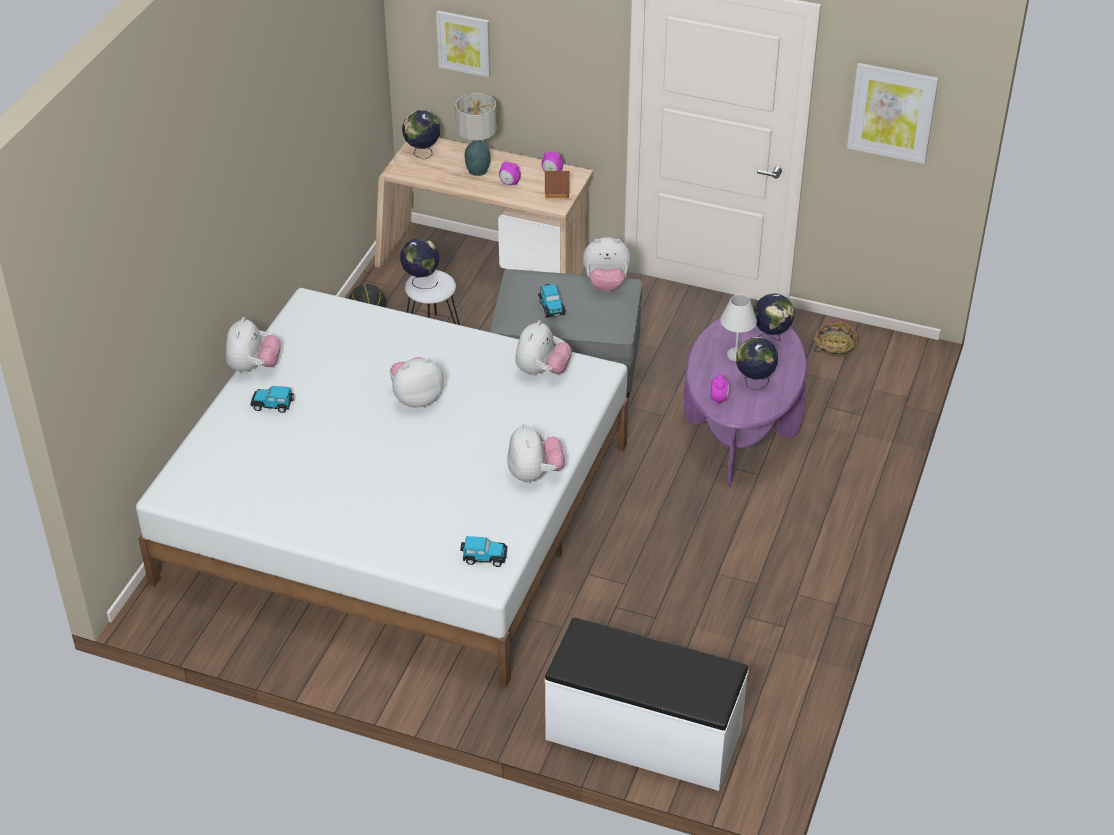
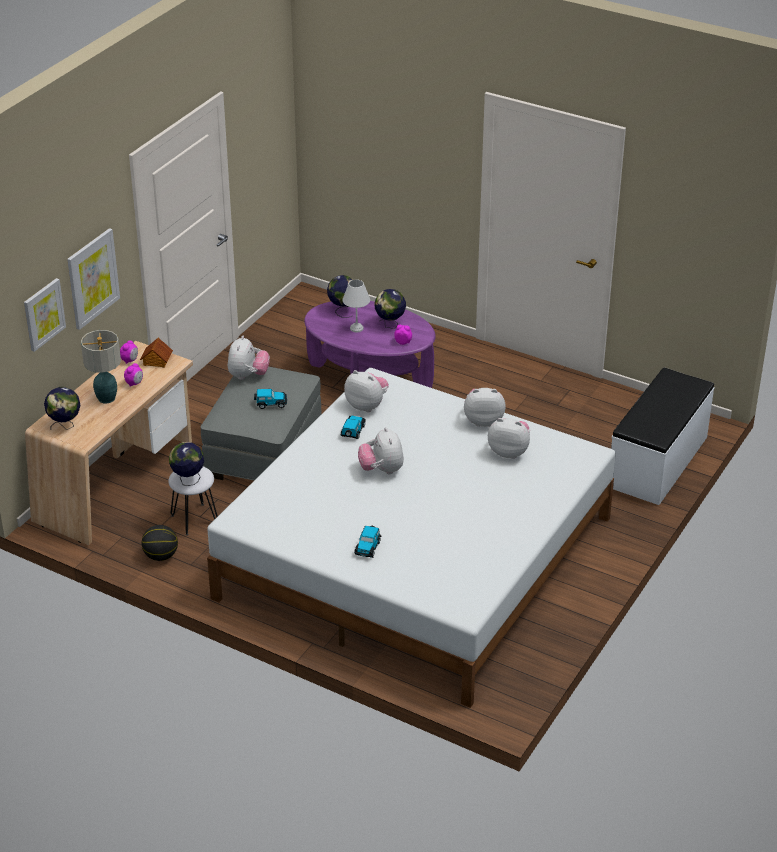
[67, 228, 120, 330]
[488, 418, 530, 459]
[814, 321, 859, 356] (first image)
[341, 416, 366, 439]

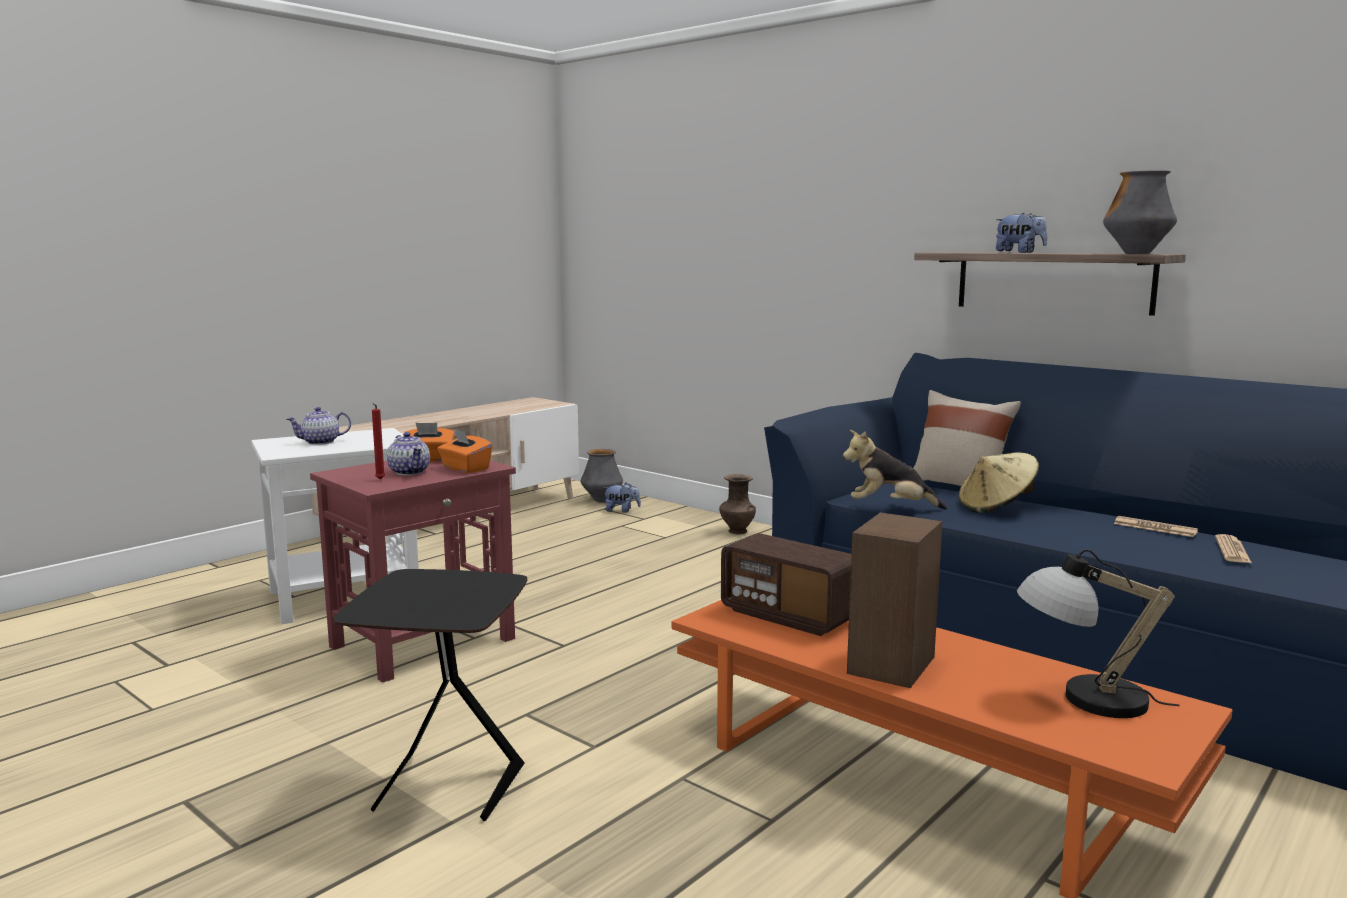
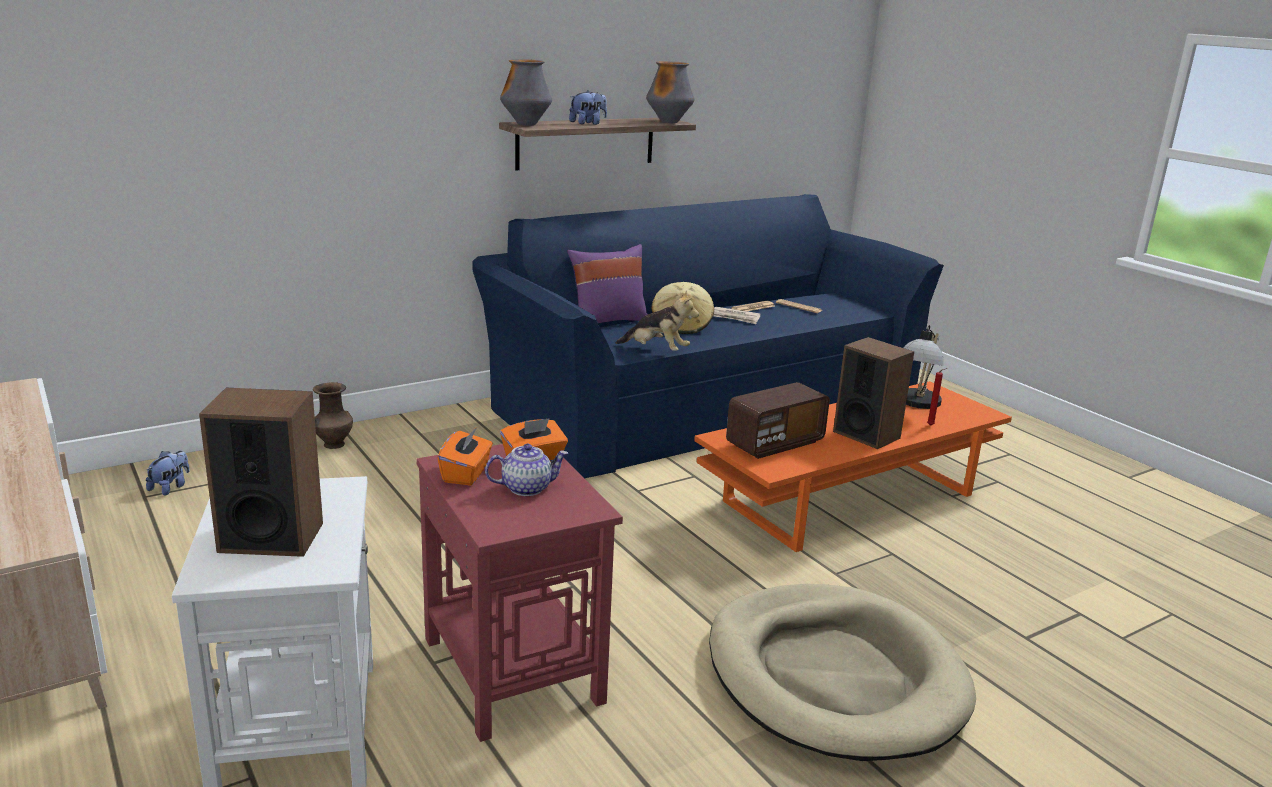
[567, 244, 648, 323]
[927, 368, 948, 426]
[199, 388, 323, 557]
[616, 291, 699, 351]
[500, 59, 552, 126]
[709, 584, 976, 761]
[713, 307, 761, 324]

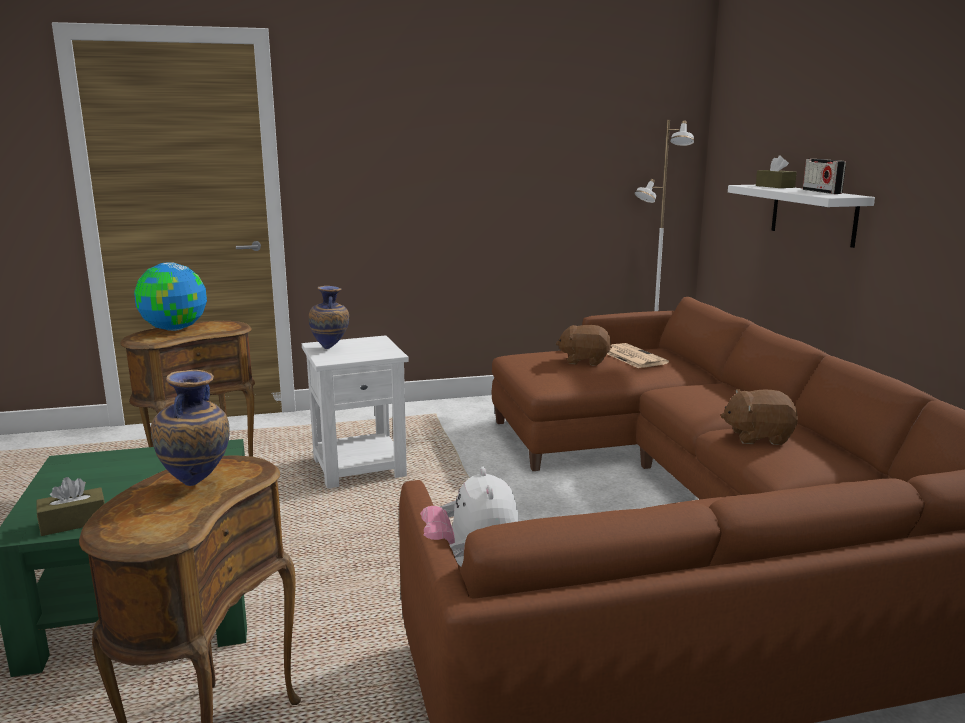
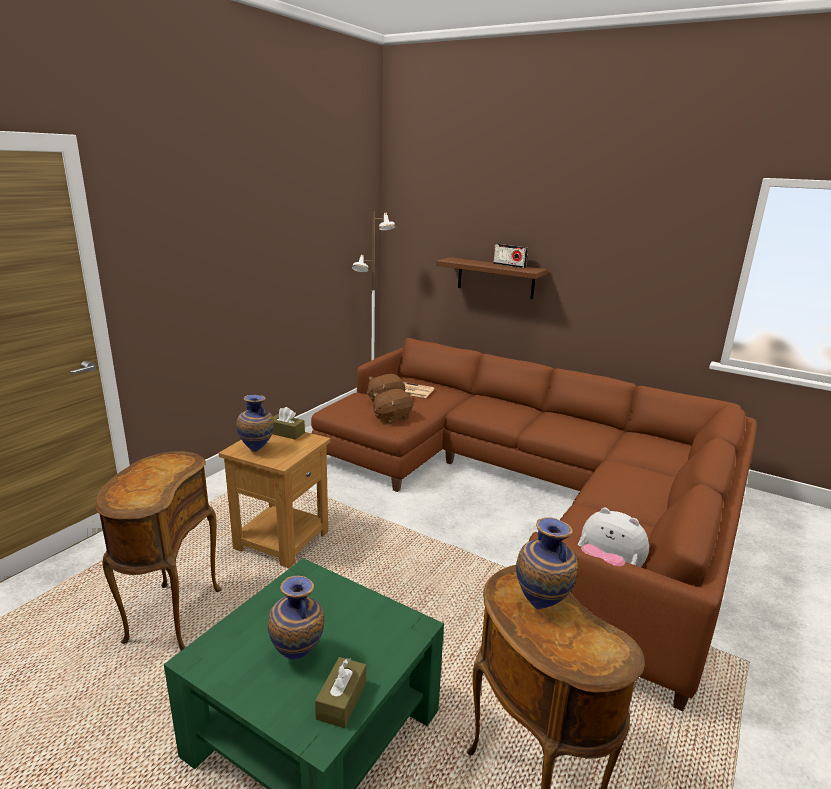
[272, 407, 305, 440]
[436, 257, 548, 299]
[134, 262, 207, 331] (first image)
[219, 432, 331, 568]
[373, 389, 413, 424]
[268, 576, 324, 660]

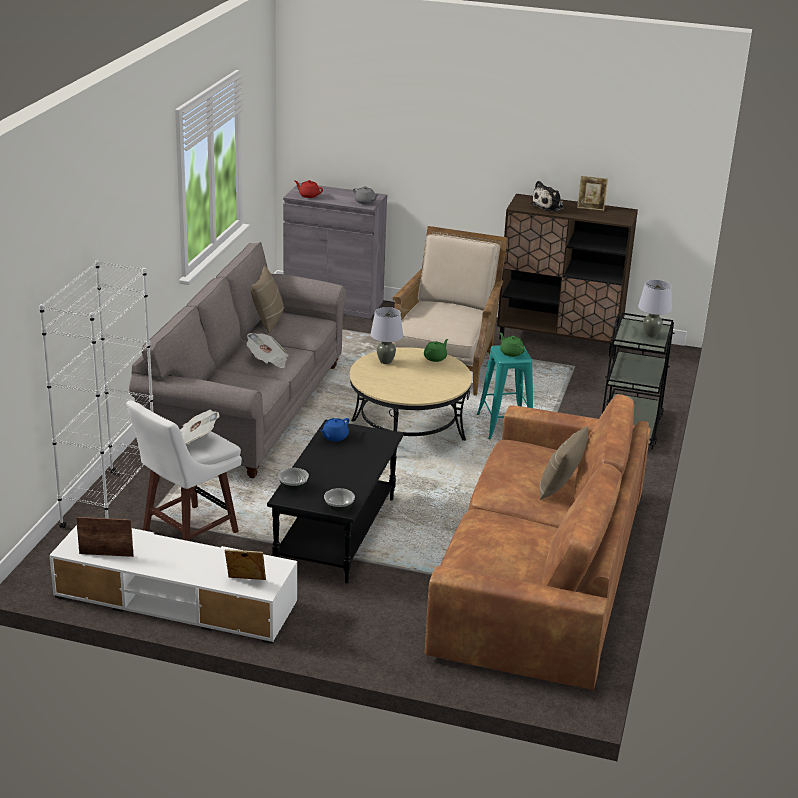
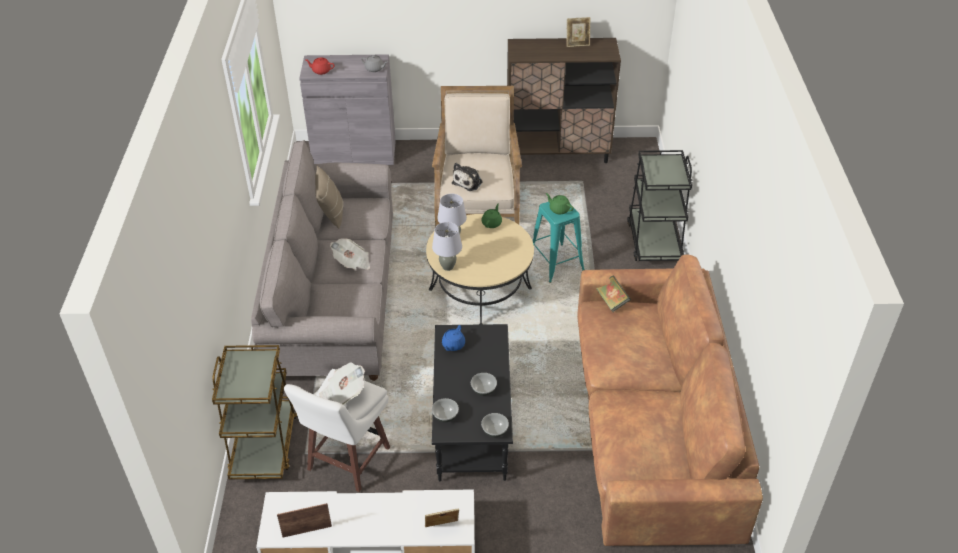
[452, 163, 483, 191]
[212, 345, 297, 479]
[432, 222, 462, 271]
[539, 427, 588, 500] (first image)
[596, 275, 631, 312]
[471, 373, 497, 396]

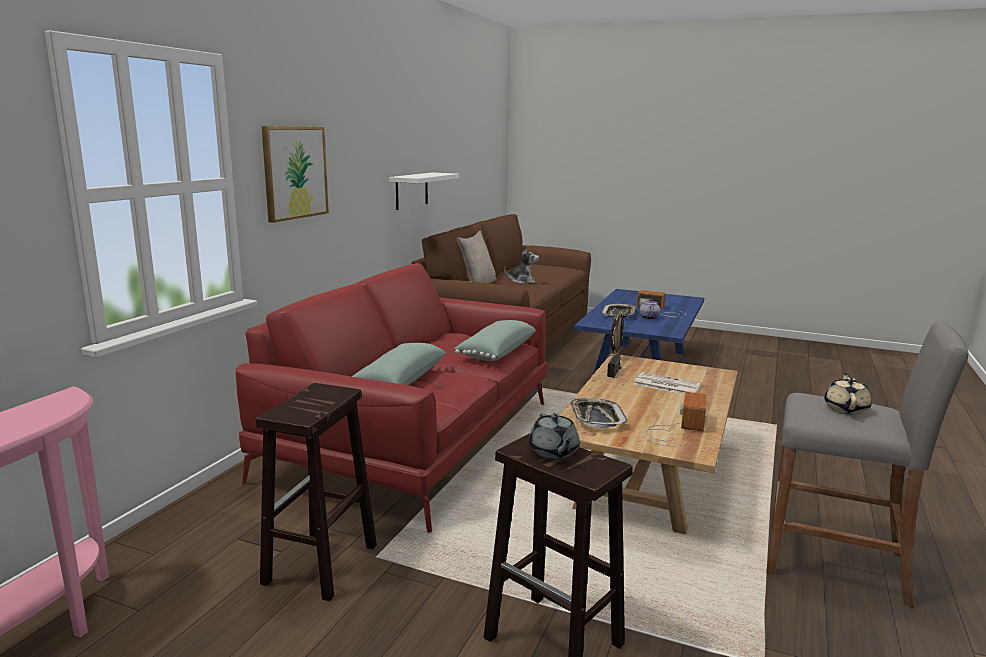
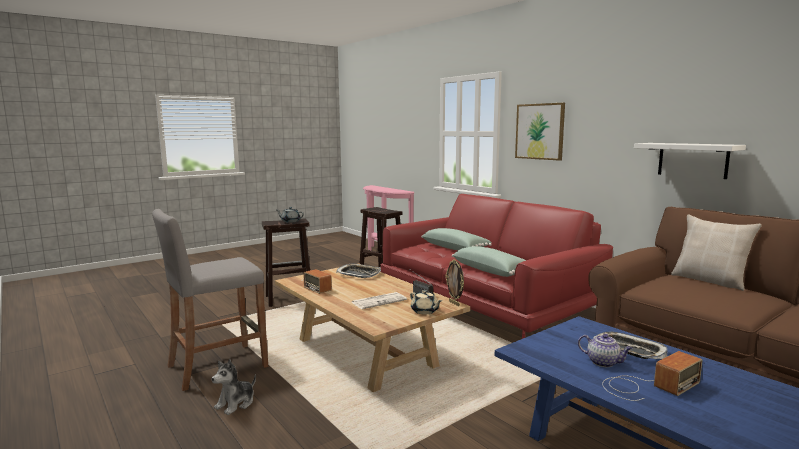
[212, 359, 256, 415]
[410, 290, 442, 315]

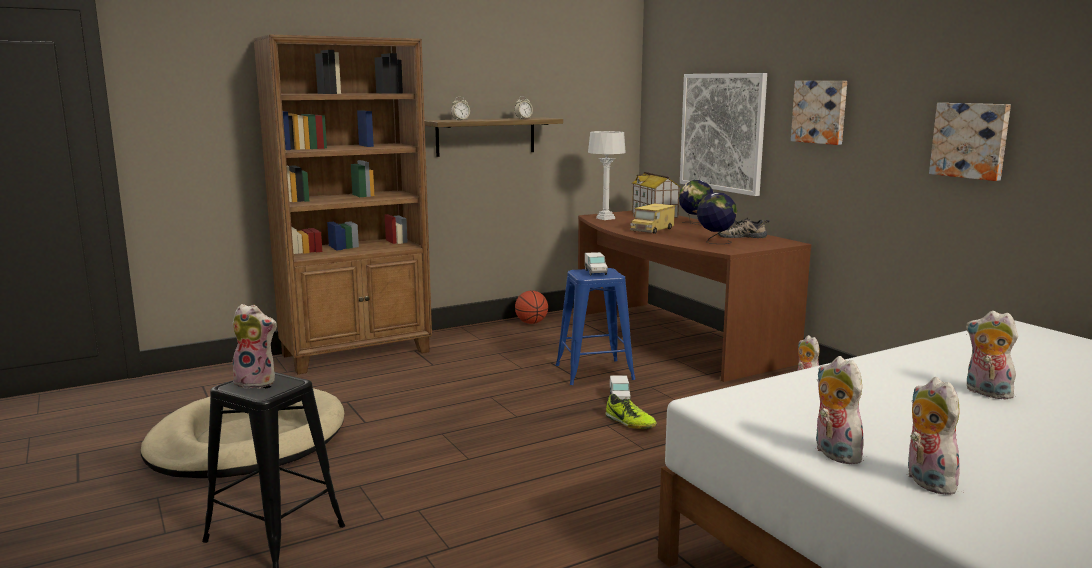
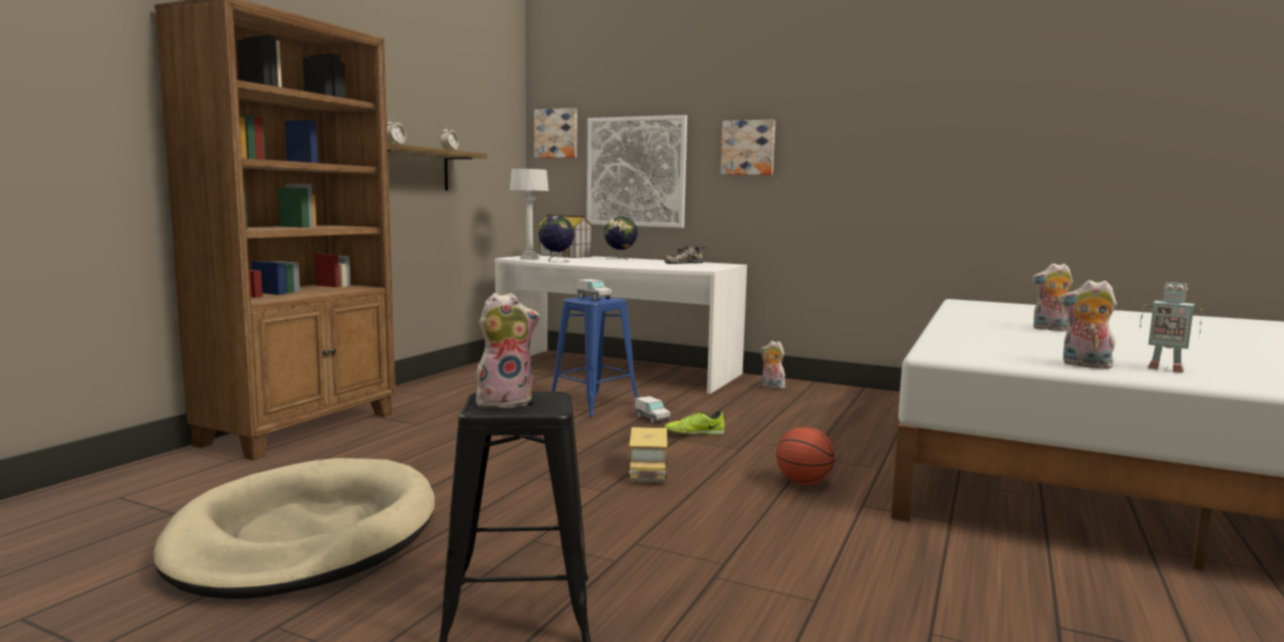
[534, 108, 577, 158]
[538, 216, 575, 262]
[627, 427, 669, 483]
[495, 254, 747, 394]
[776, 427, 835, 485]
[1140, 282, 1202, 373]
[664, 410, 725, 435]

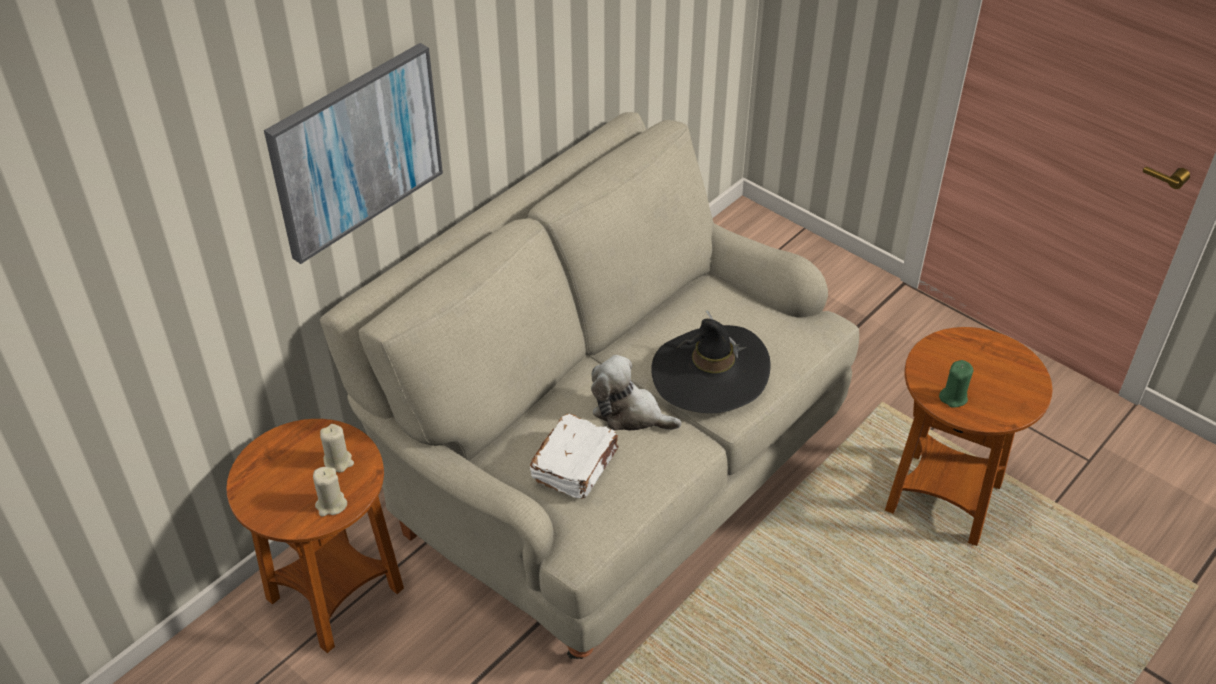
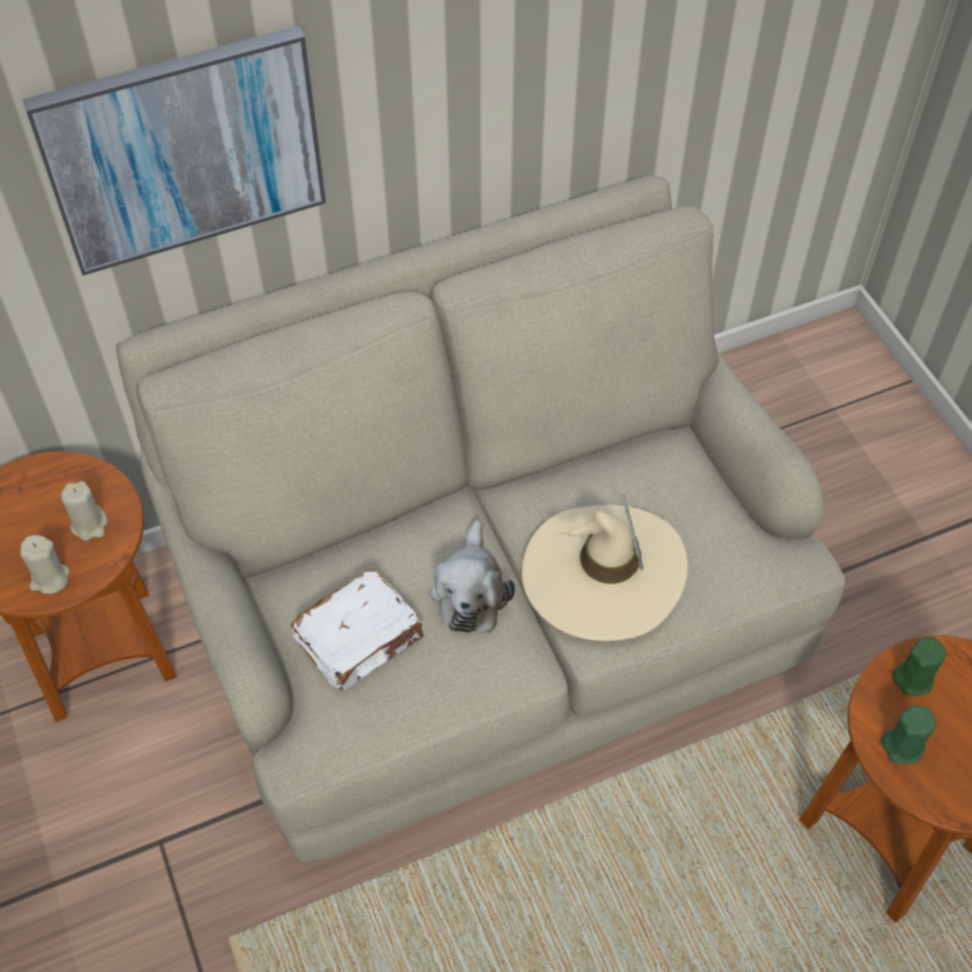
[522, 493, 688, 641]
[429, 520, 515, 633]
[892, 637, 946, 696]

